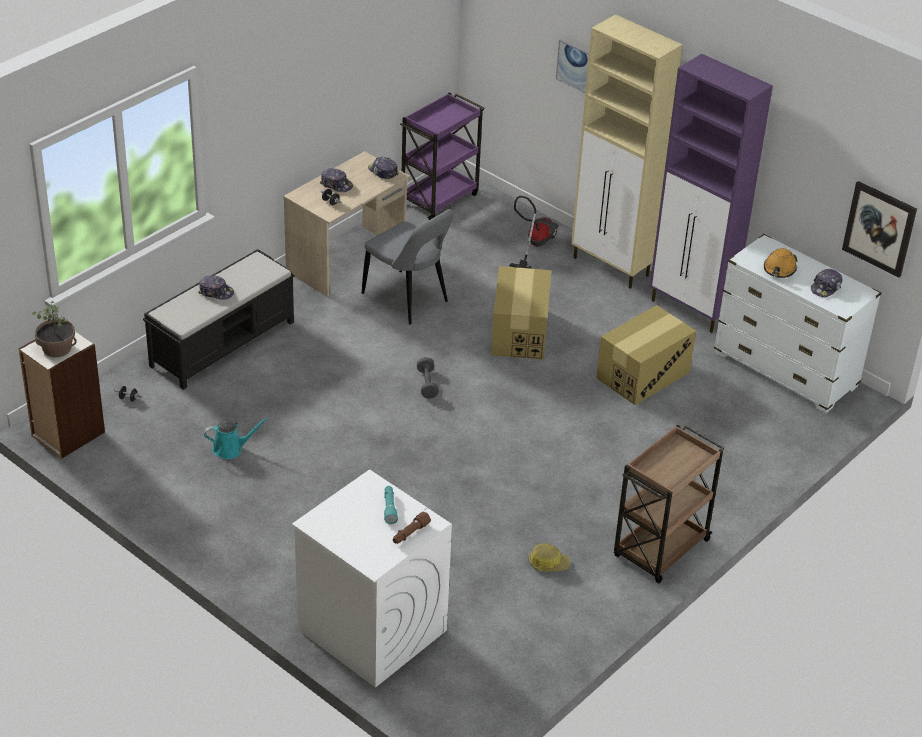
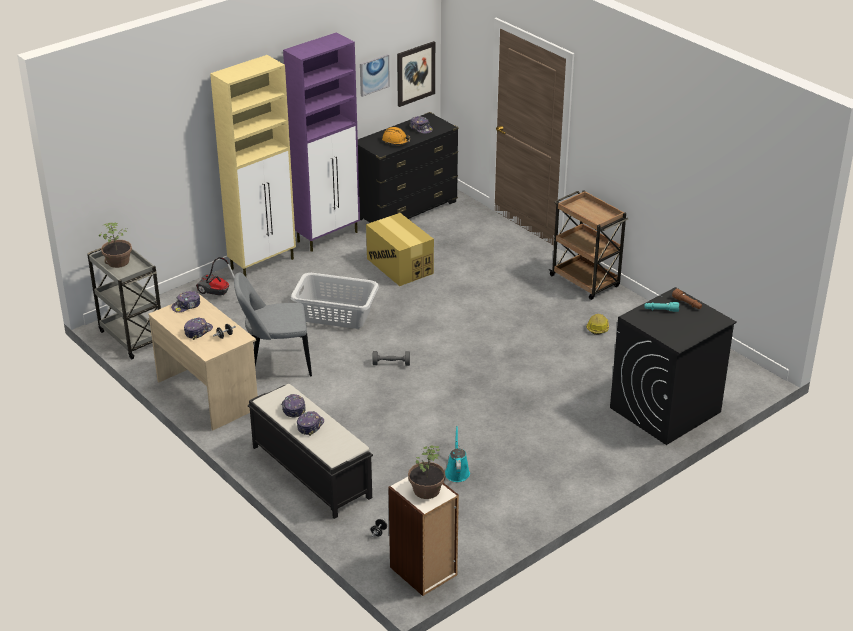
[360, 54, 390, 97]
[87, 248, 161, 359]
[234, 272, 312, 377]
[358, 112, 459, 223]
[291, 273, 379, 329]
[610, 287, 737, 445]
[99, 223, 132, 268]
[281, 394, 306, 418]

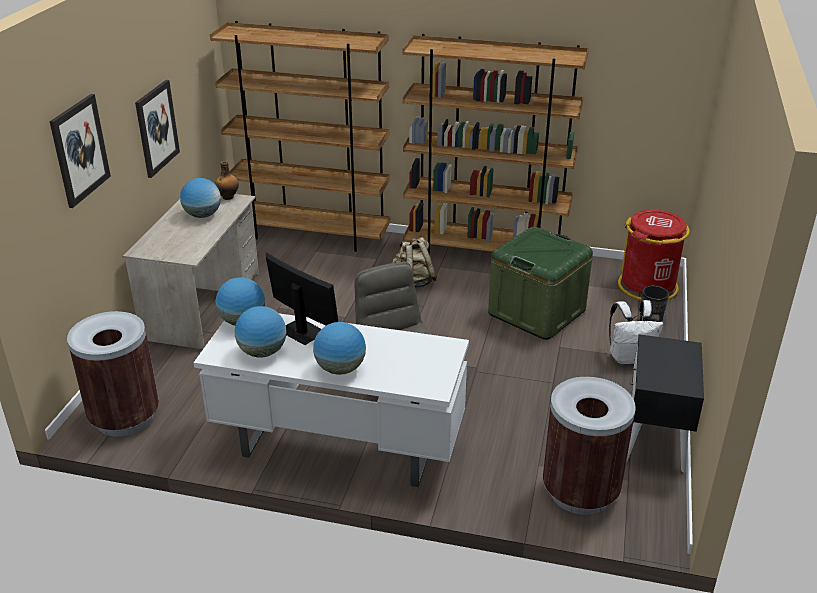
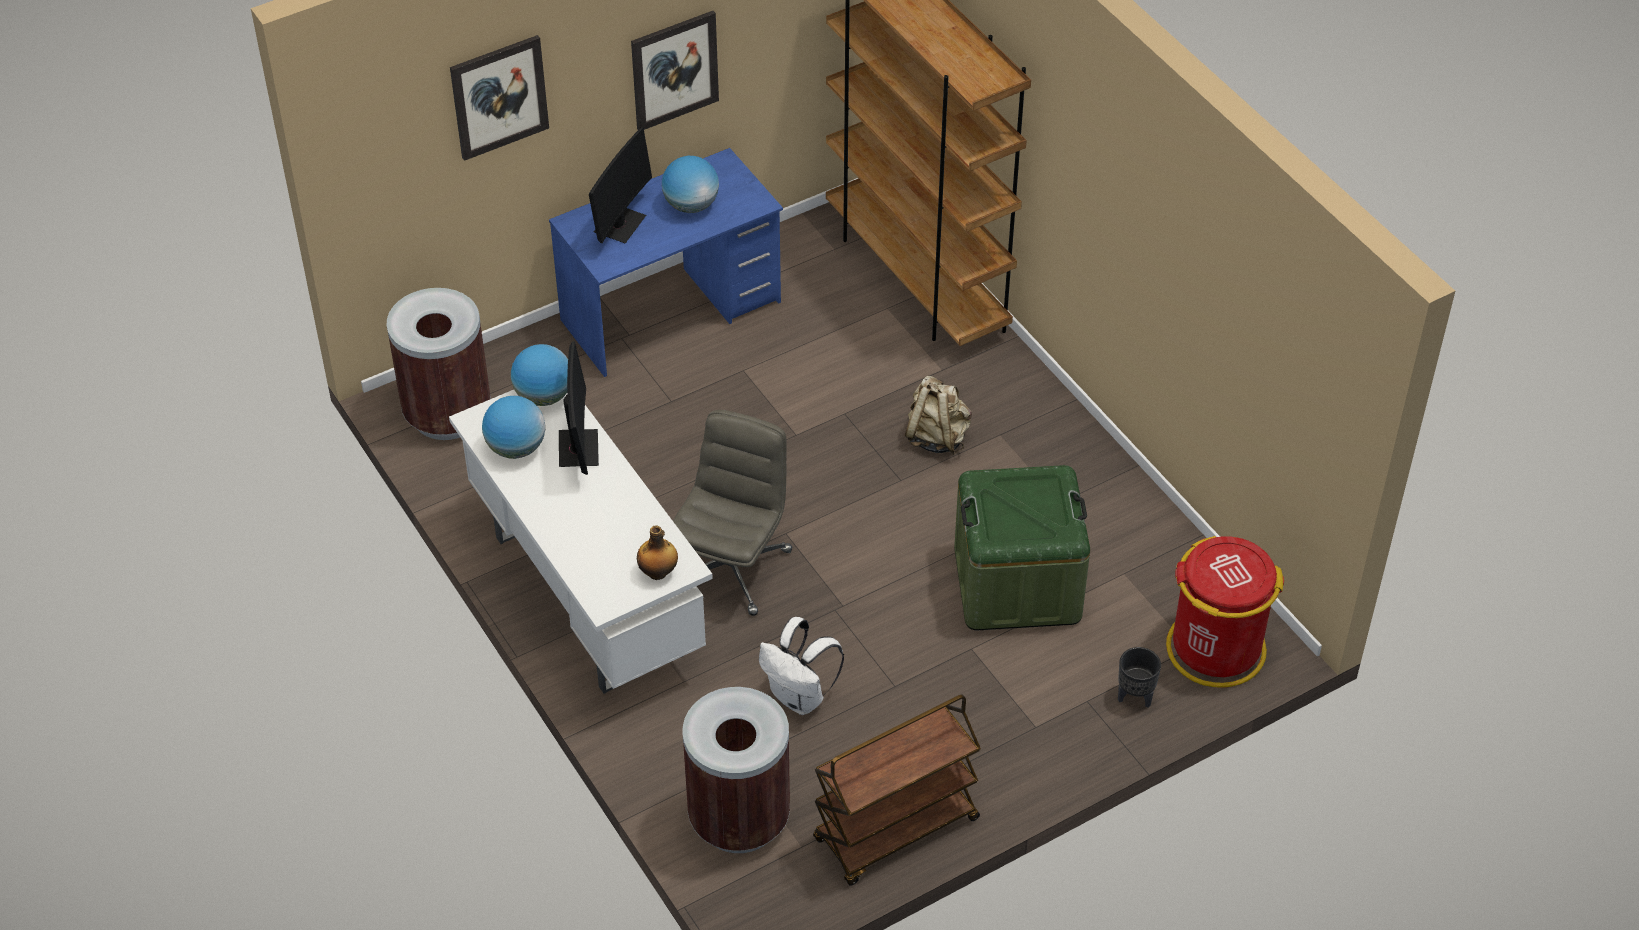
[403, 34, 589, 253] (first image)
[637, 526, 678, 580]
[549, 148, 783, 377]
[759, 617, 844, 715]
[313, 322, 366, 375] (first image)
[813, 695, 981, 886]
[589, 127, 652, 243]

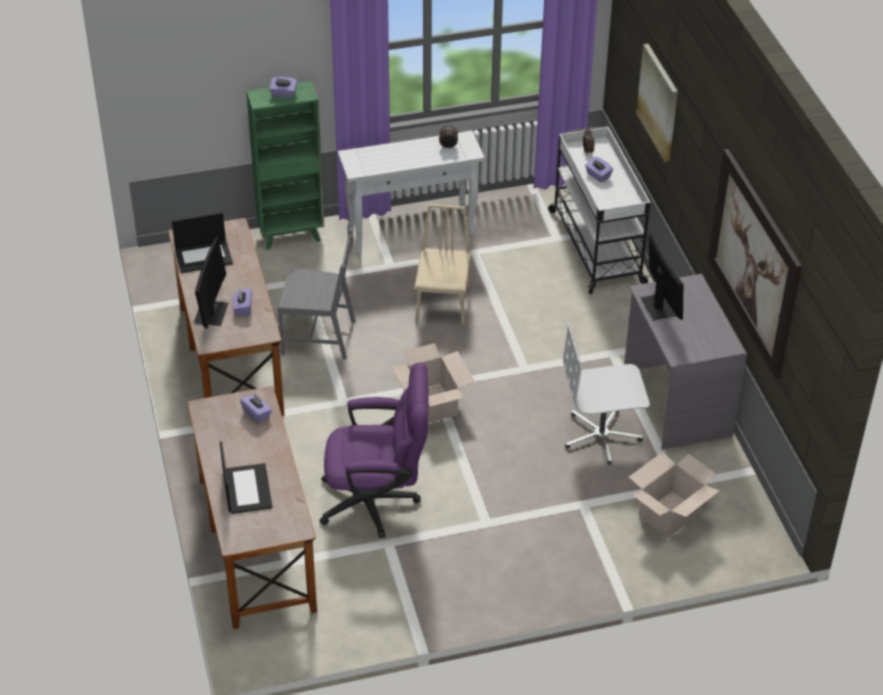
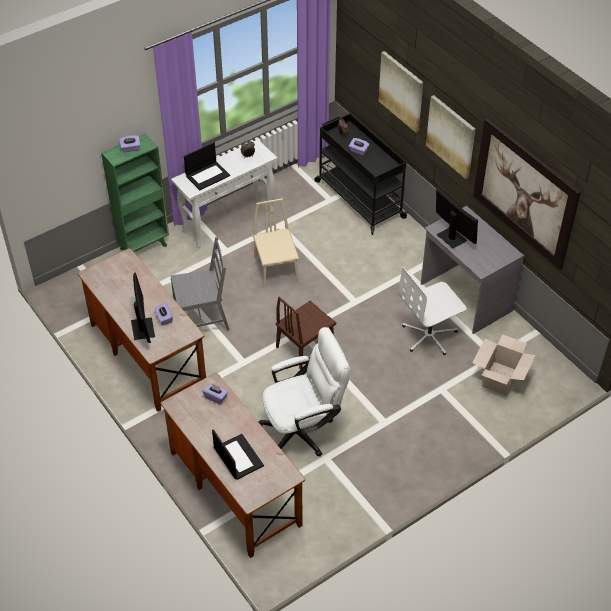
[314, 114, 408, 235]
[184, 142, 230, 190]
[276, 297, 336, 369]
[258, 327, 350, 456]
[426, 95, 476, 179]

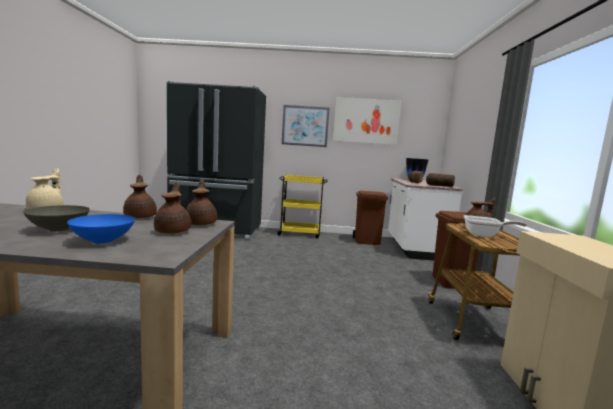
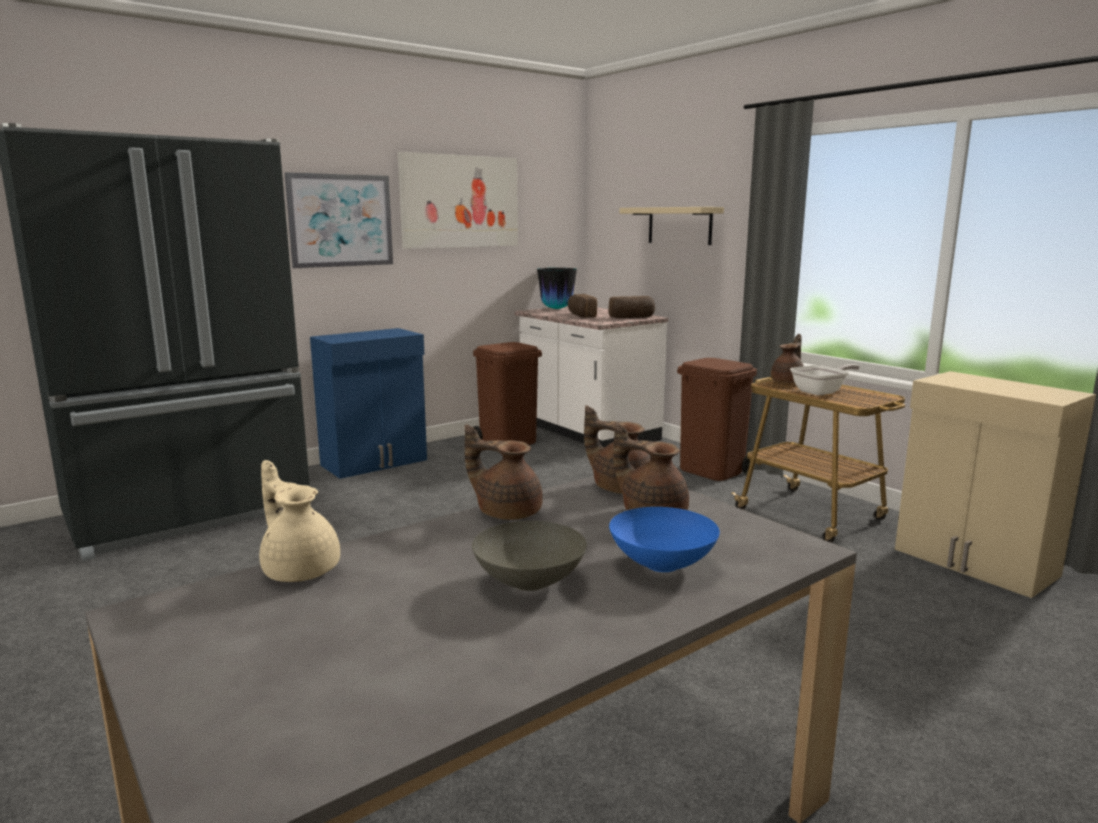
[310, 328, 427, 479]
[619, 207, 724, 245]

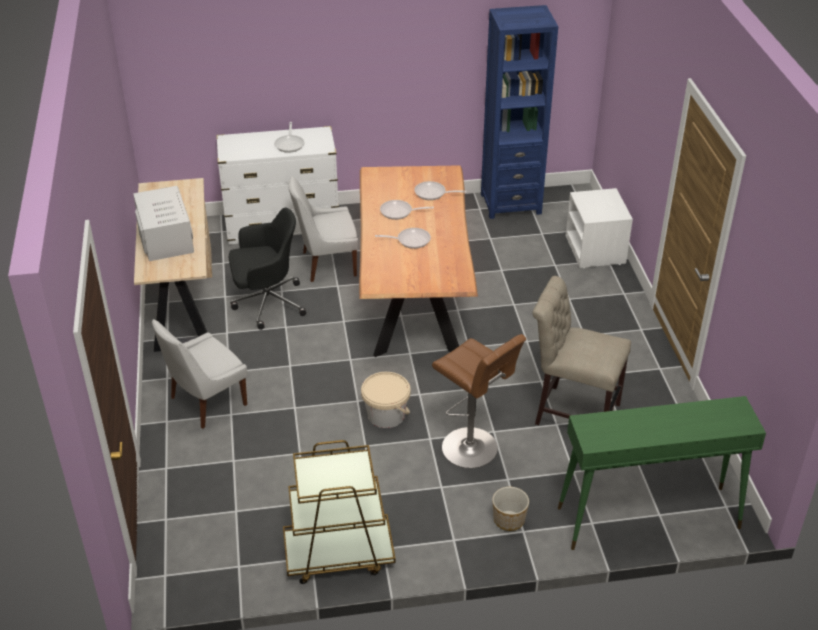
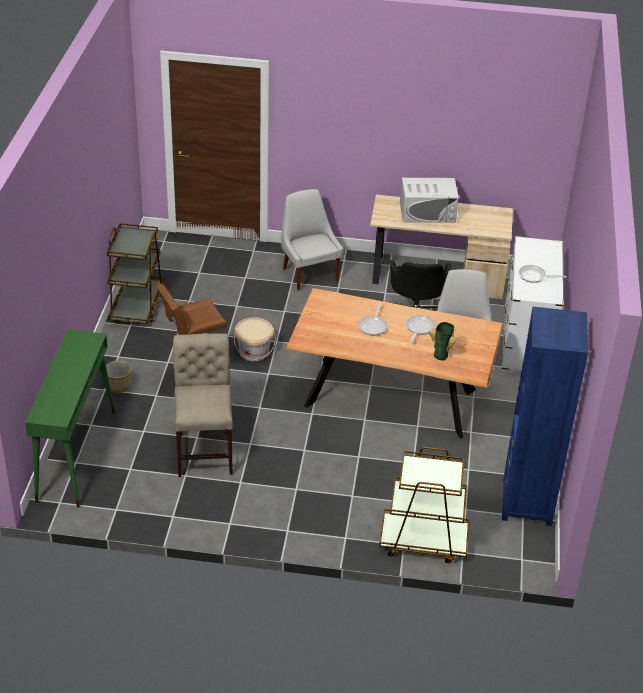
[429, 322, 456, 361]
[379, 447, 470, 563]
[173, 333, 233, 477]

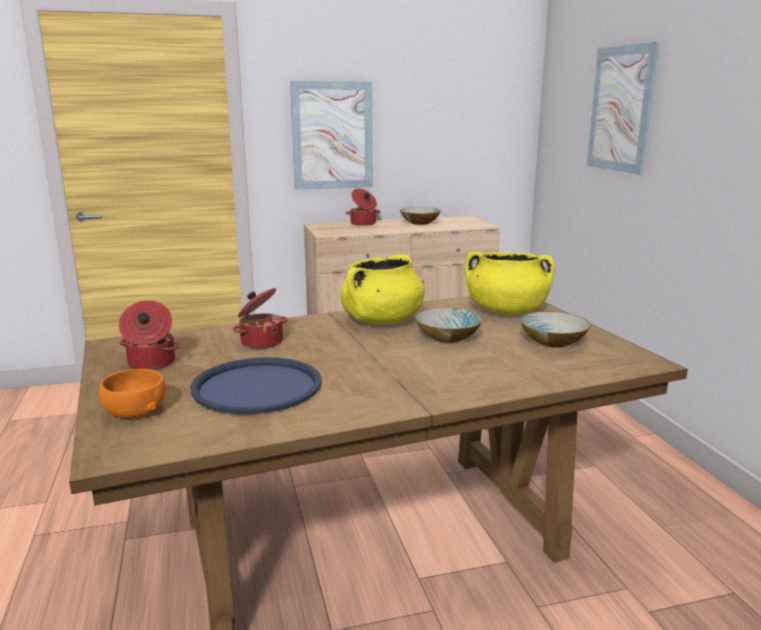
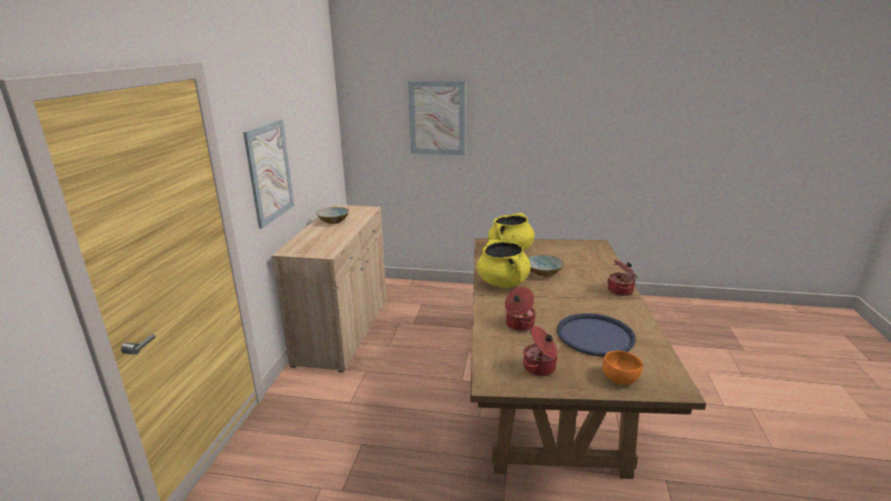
[607, 260, 637, 296]
[520, 311, 591, 348] (first image)

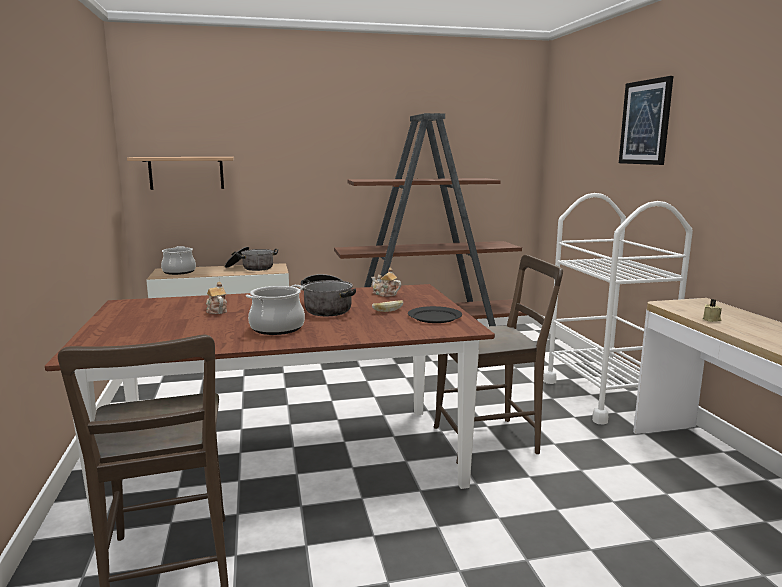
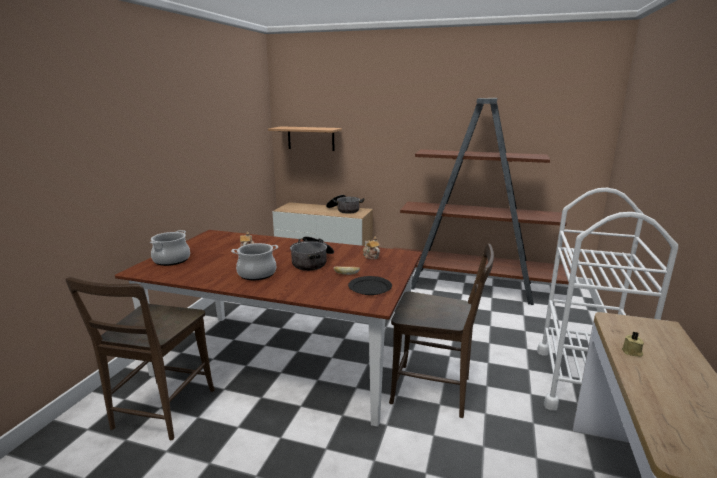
[619, 76, 673, 165] (first image)
[150, 230, 190, 266]

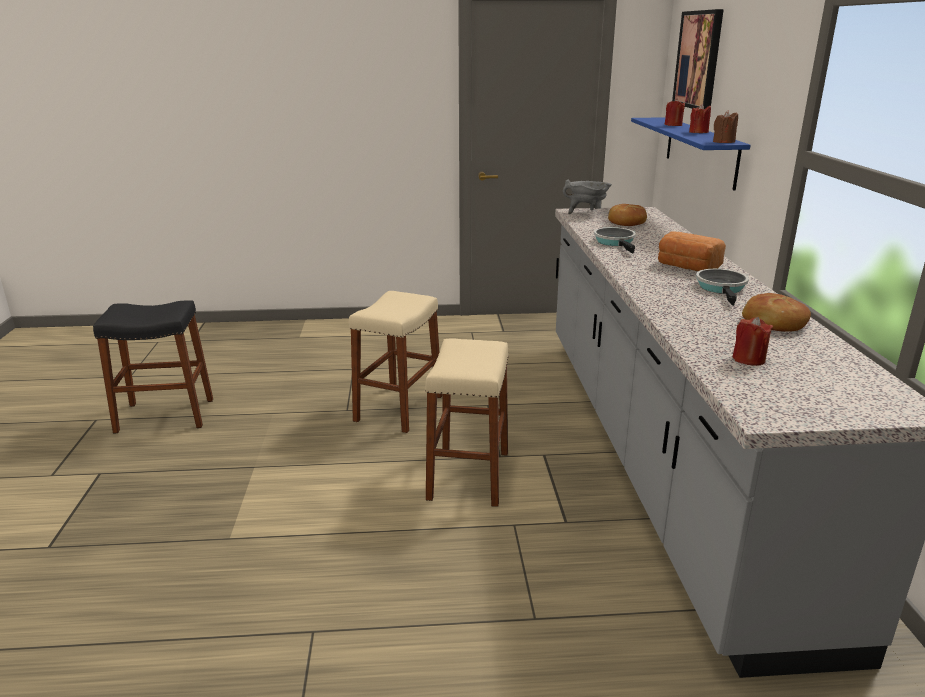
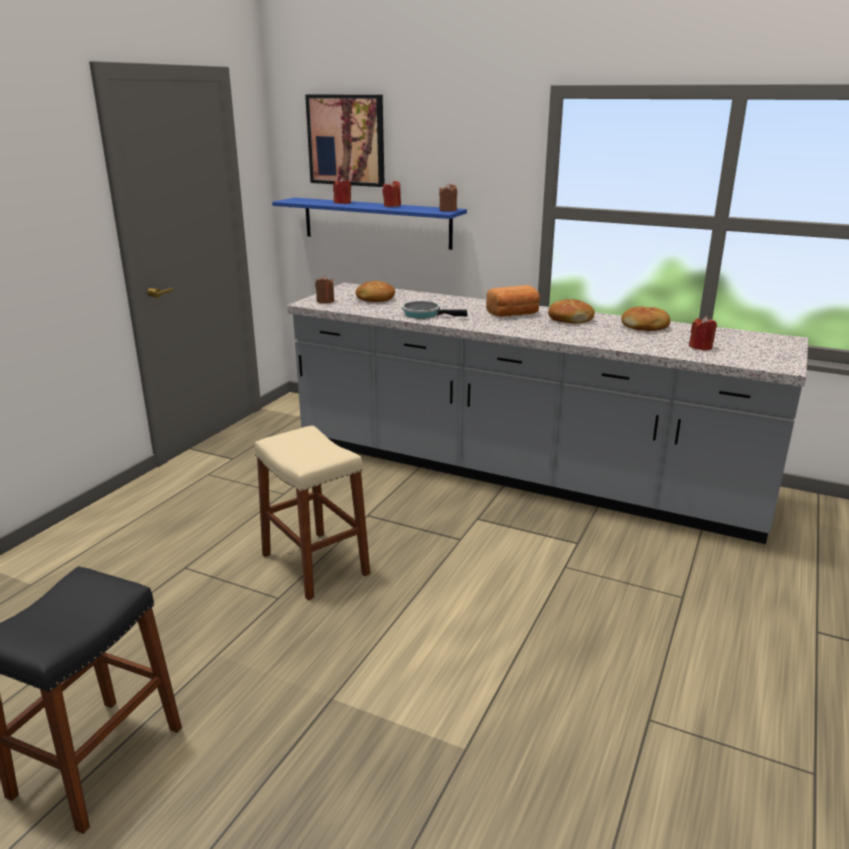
[315, 275, 334, 303]
[548, 299, 595, 324]
[425, 339, 509, 507] (first image)

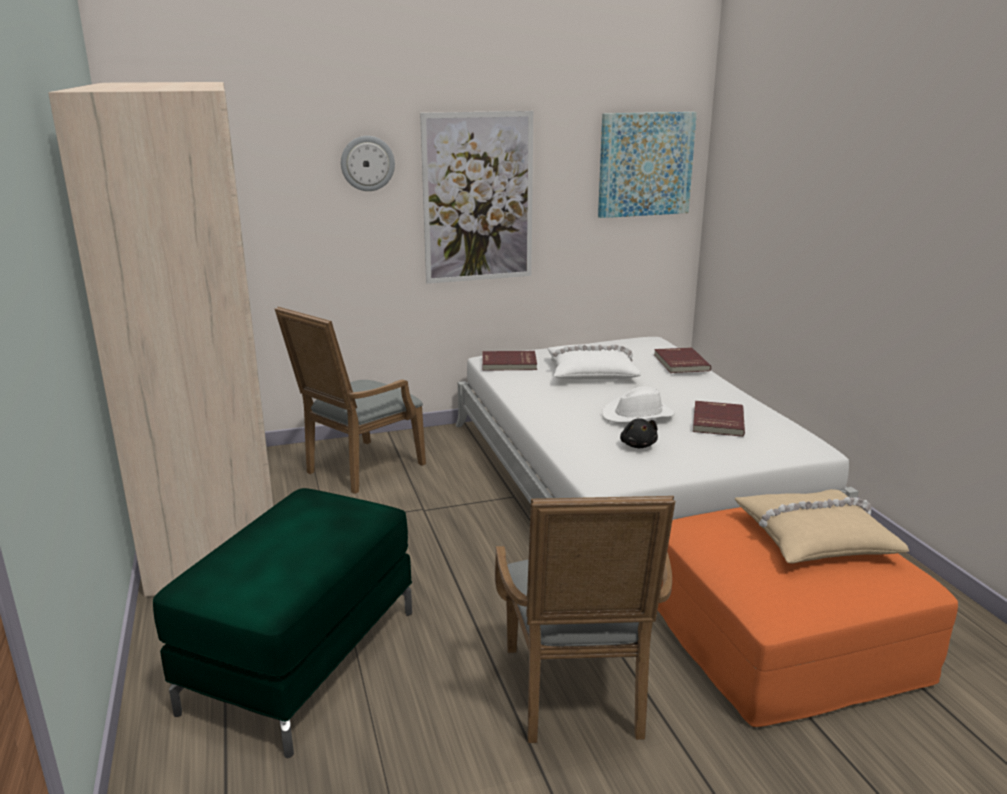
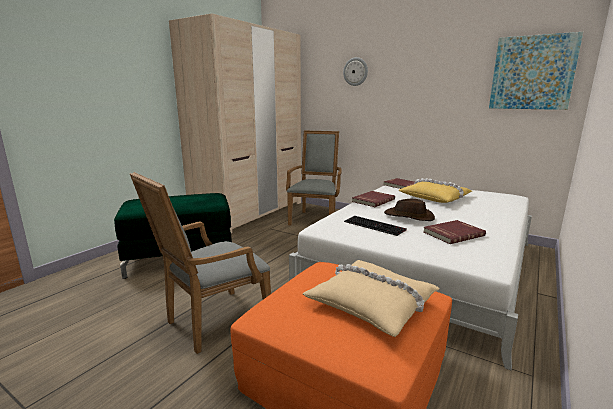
[420, 111, 533, 284] (first image)
[286, 130, 342, 225]
[398, 178, 472, 203]
[352, 191, 395, 207]
[384, 199, 435, 221]
[344, 216, 407, 236]

